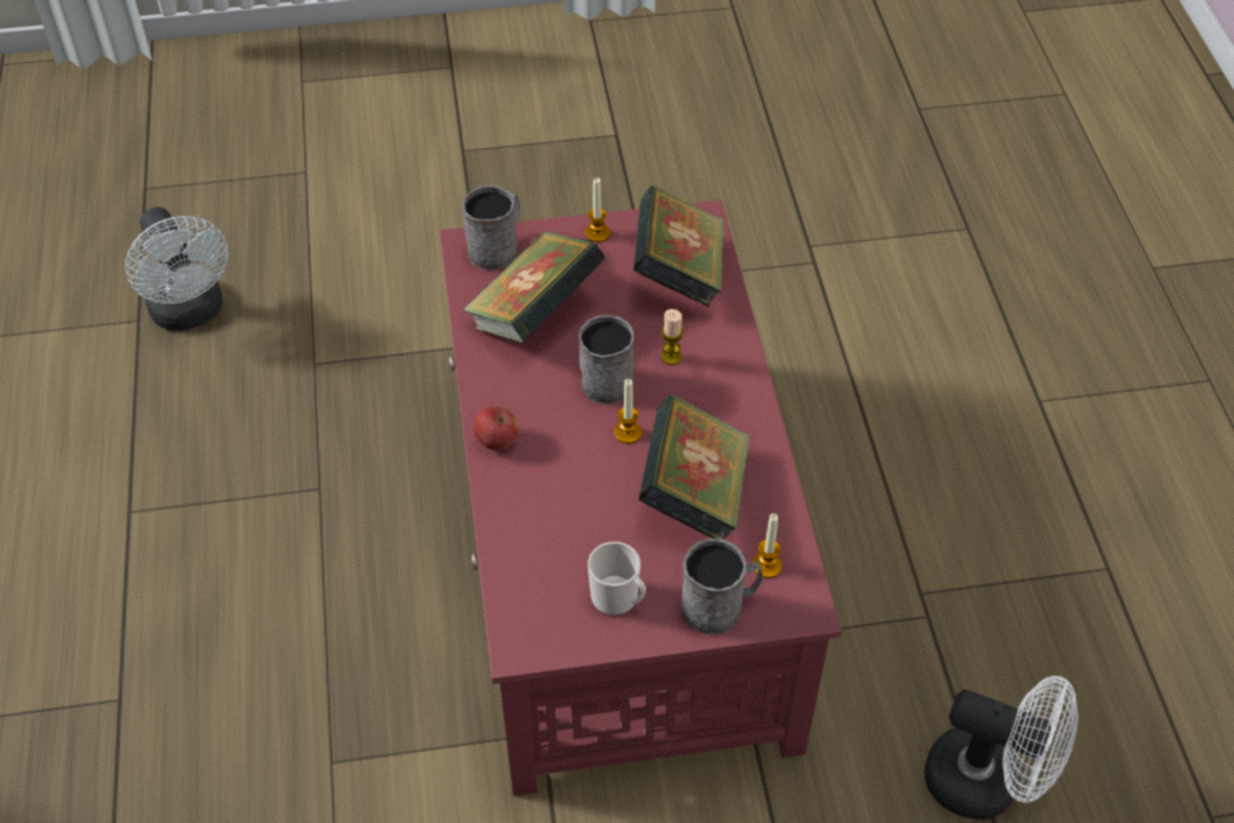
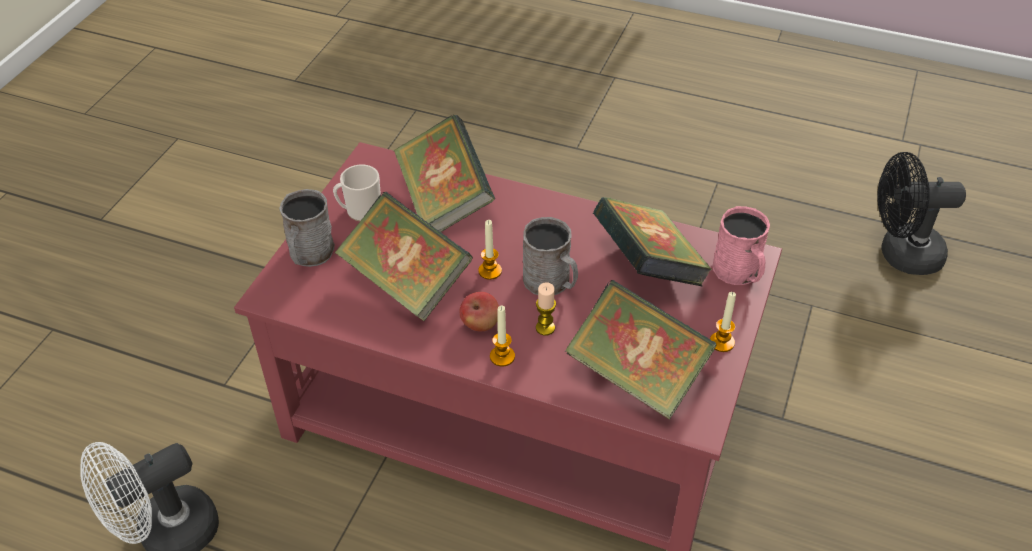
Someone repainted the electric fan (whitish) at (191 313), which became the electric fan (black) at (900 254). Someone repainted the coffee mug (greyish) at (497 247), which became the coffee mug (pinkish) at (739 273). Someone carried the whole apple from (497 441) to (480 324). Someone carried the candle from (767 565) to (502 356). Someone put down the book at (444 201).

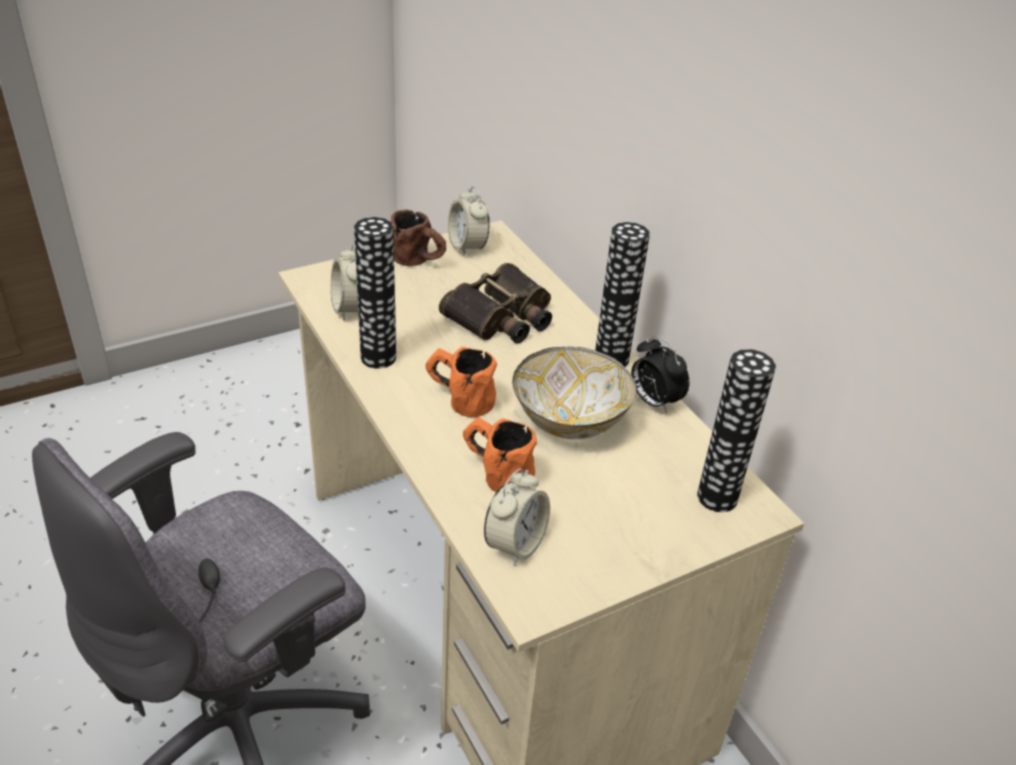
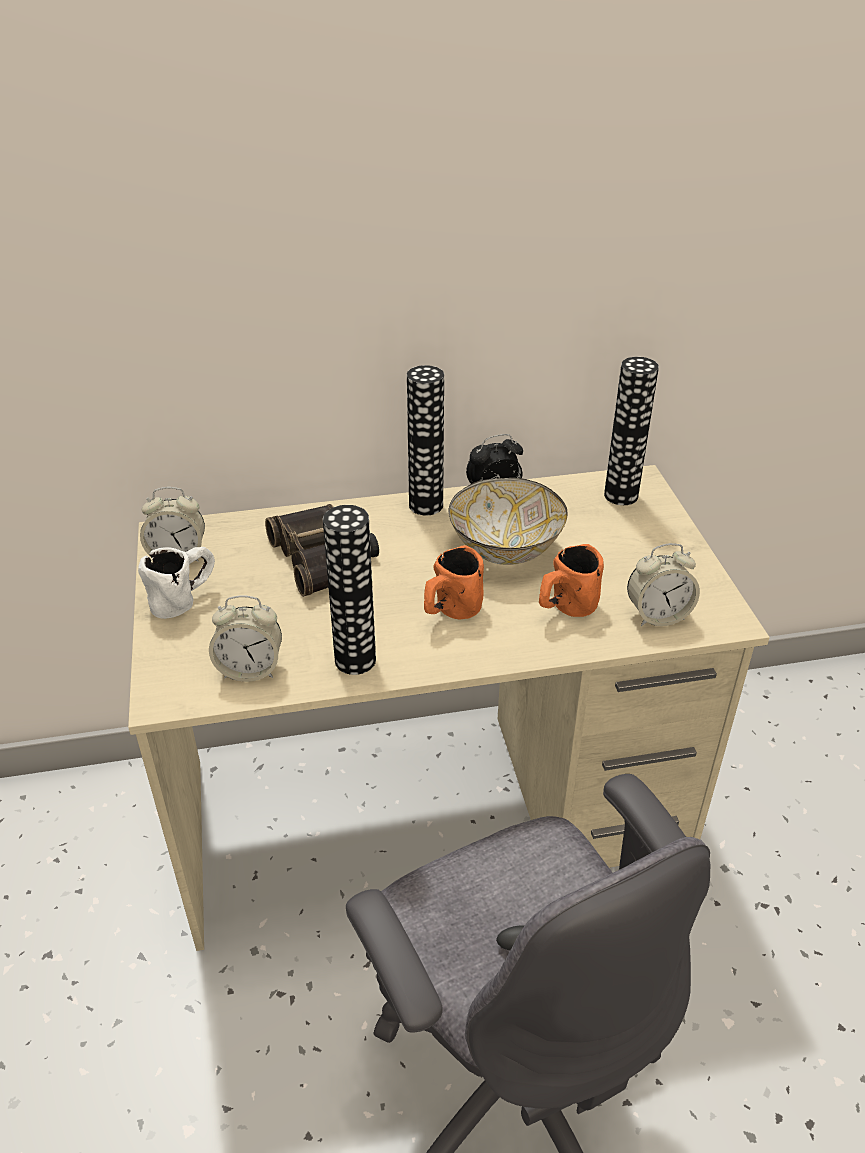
Someone repainted the coffee mug (brown) at (419 261), which became the coffee mug (whitish) at (185 598). Someone rotated the bedside clock at (515 544) by 120 degrees clockwise.

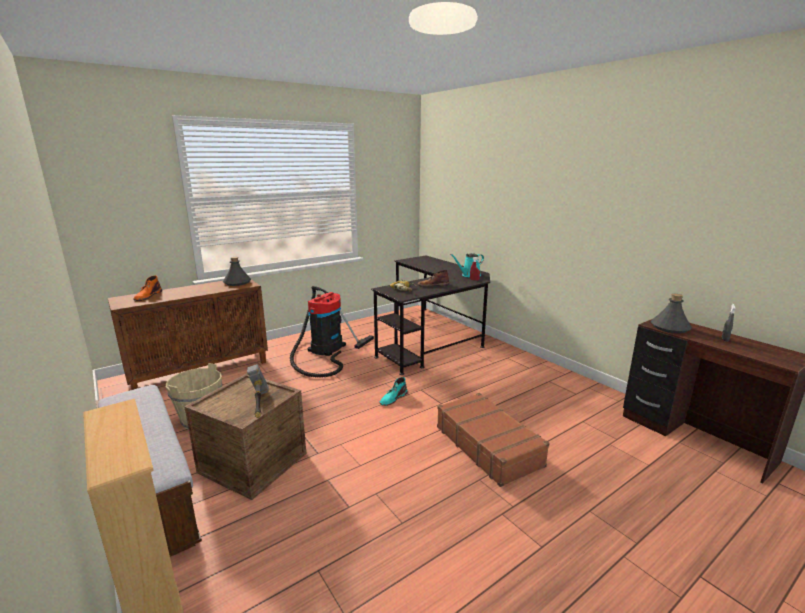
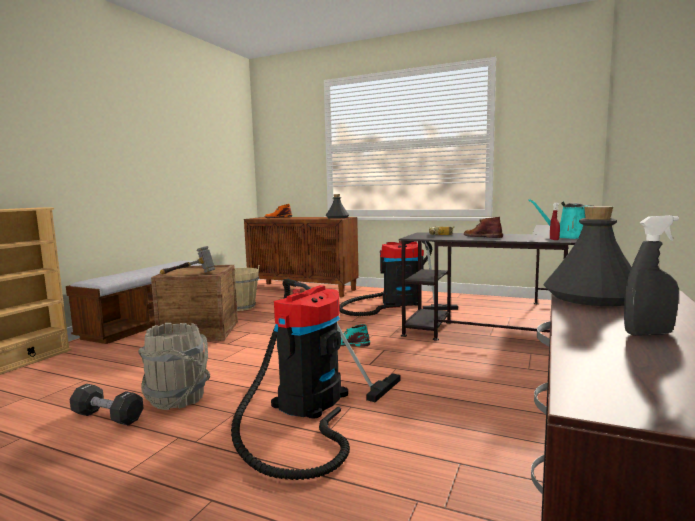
Someone swapped the travel case (brown) at (488 445) for the vacuum cleaner at (307 405). Someone put down the hand weight (black) at (108 417). Someone put down the pail (greyish) at (178 398).

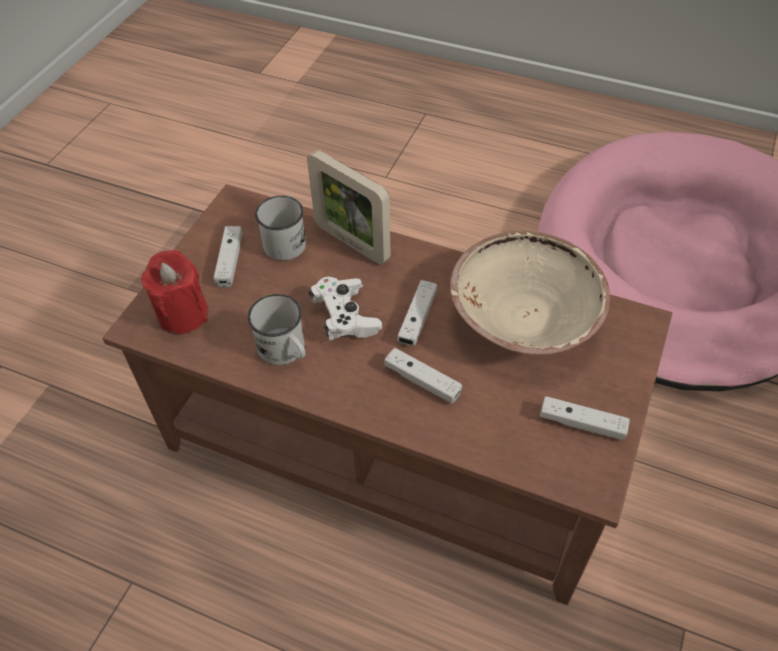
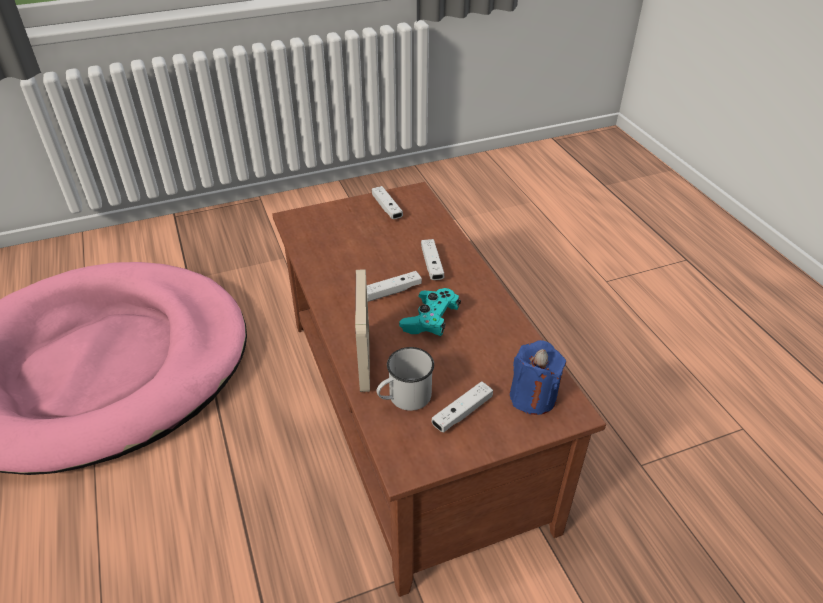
Someone repainted the candle (reddish) at (183 314), which became the candle (blue-coloured) at (533 397). Someone took away the coffee mug (whitish) at (286 351). Someone repainted the joypad (whitish) at (345 317), which became the joypad (turquoise) at (430 320). Someone took away the deep dish (beige) at (523 318).

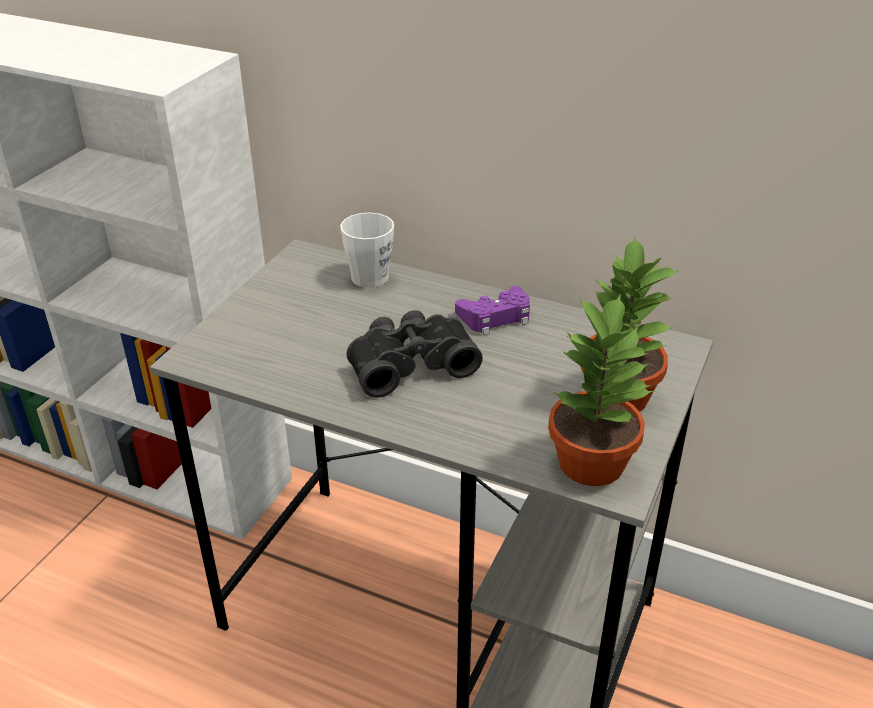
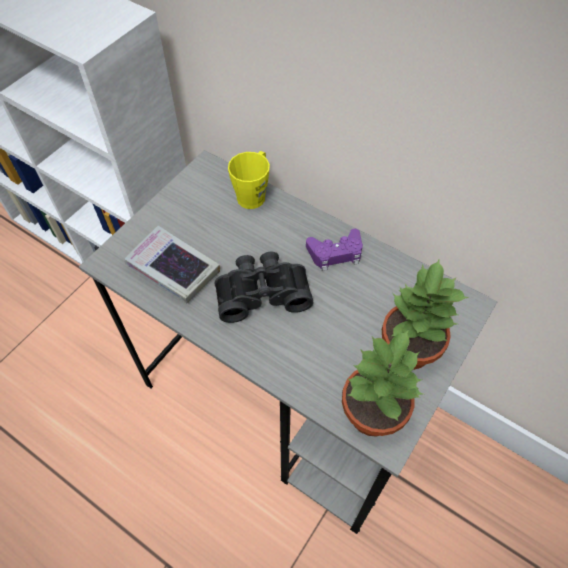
Someone repainted the coffee mug (whitish) at (372 273), which became the coffee mug (yellow) at (253 194). Someone put down the book at (173 269).

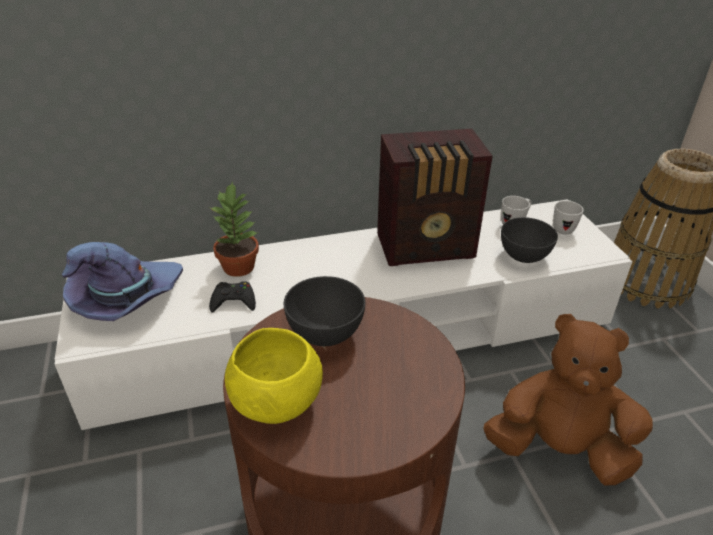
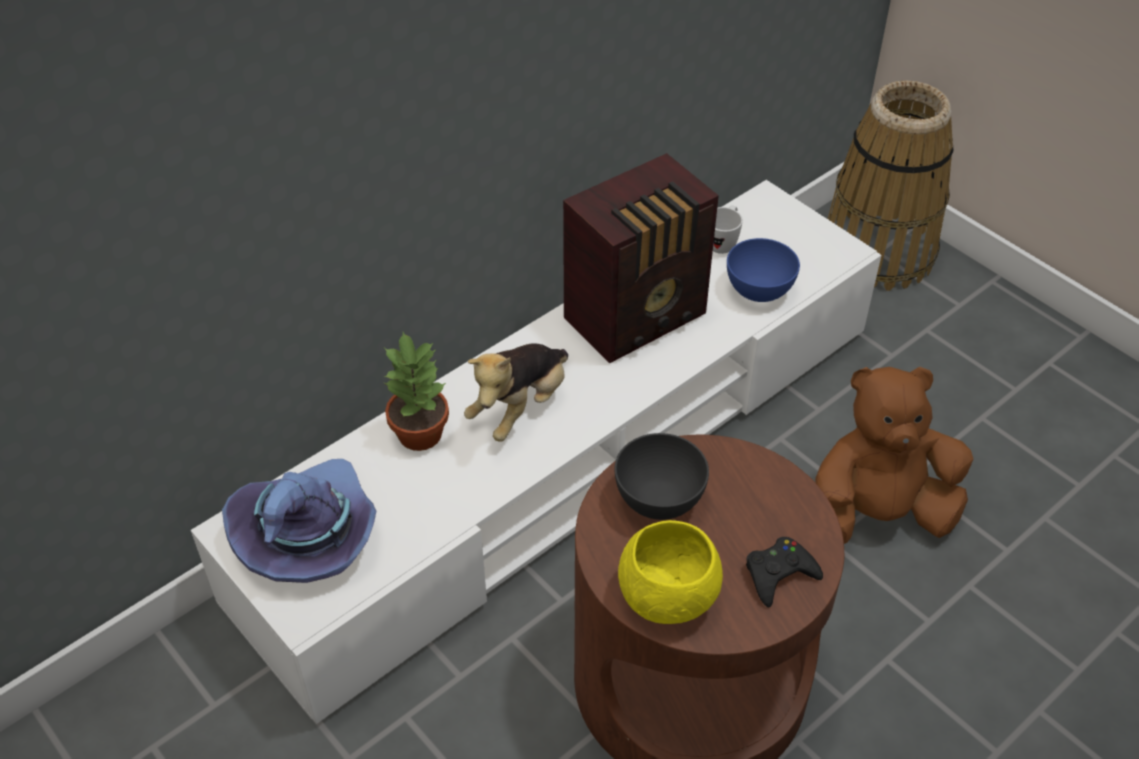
Someone carried the joypad (black) from (233 301) to (779 574). Someone repainted the deep dish (greyish) at (523 256), which became the deep dish (blue-coloured) at (758 291). Someone took away the coffee mug (whitish) at (563 228). Someone put down the soft toy at (520 407).

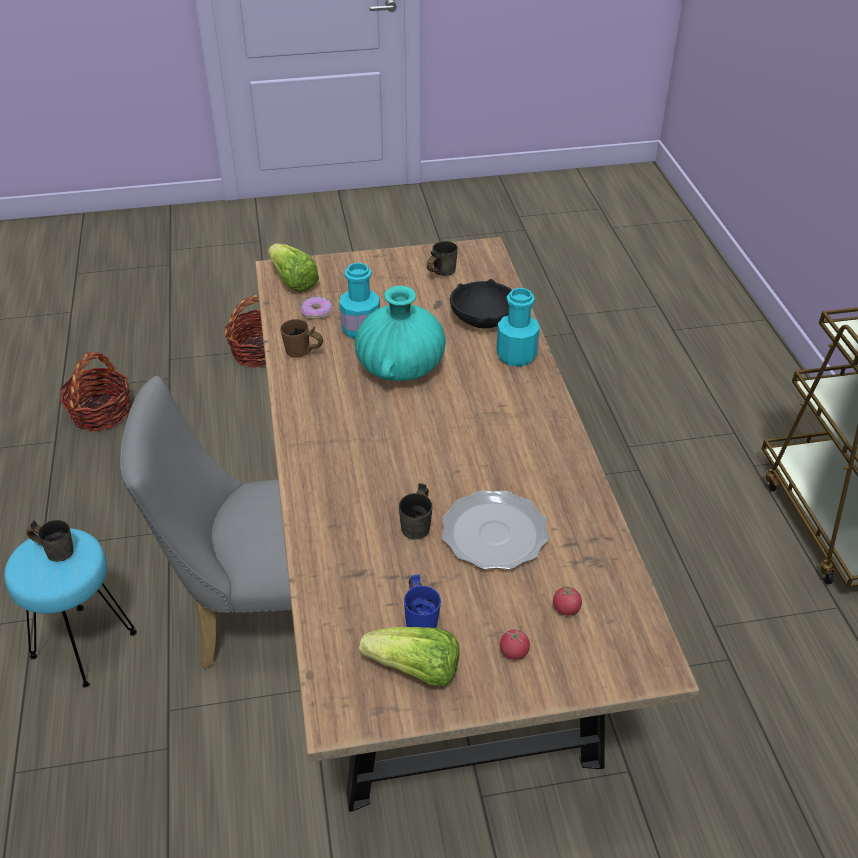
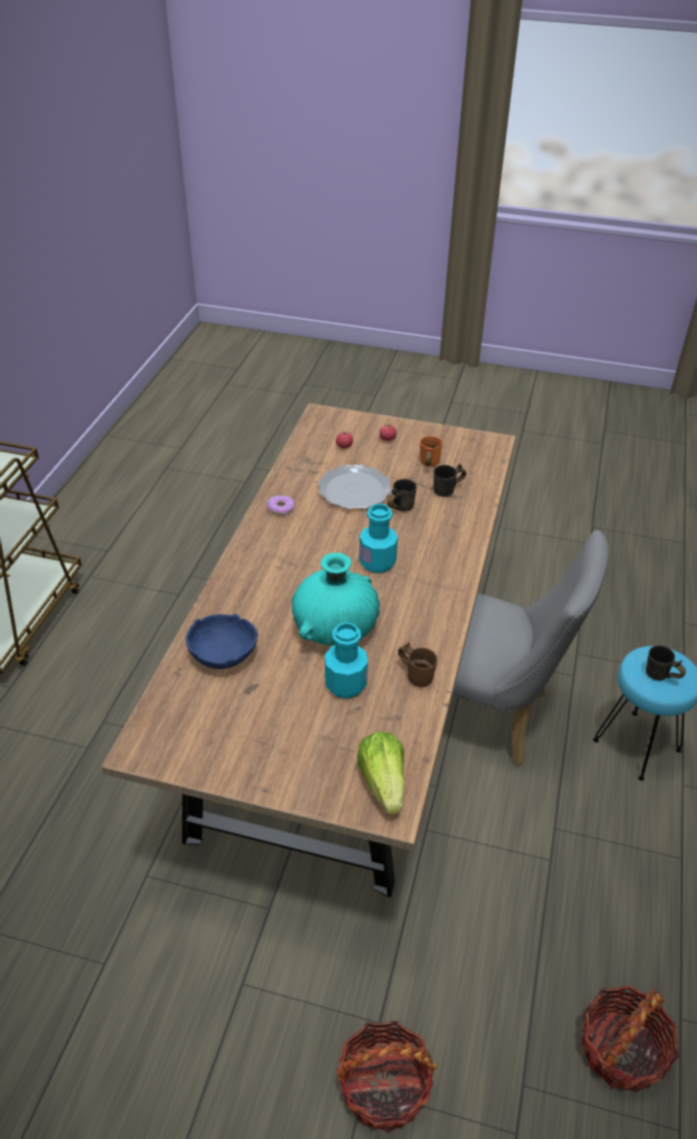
Someone carried the doughnut from (317 312) to (281 508). Someone took away the lettuce at (415 671). Someone repainted the coffee mug (blue-coloured) at (423 618), which became the coffee mug (orange) at (426 465). Someone carried the coffee mug (greyish) from (439 273) to (448 492). Someone repainted the deep dish (black) at (483 319), which became the deep dish (blue-coloured) at (222 654). Someone carried the beverage bottle (turquoise) from (516 355) to (377 562).

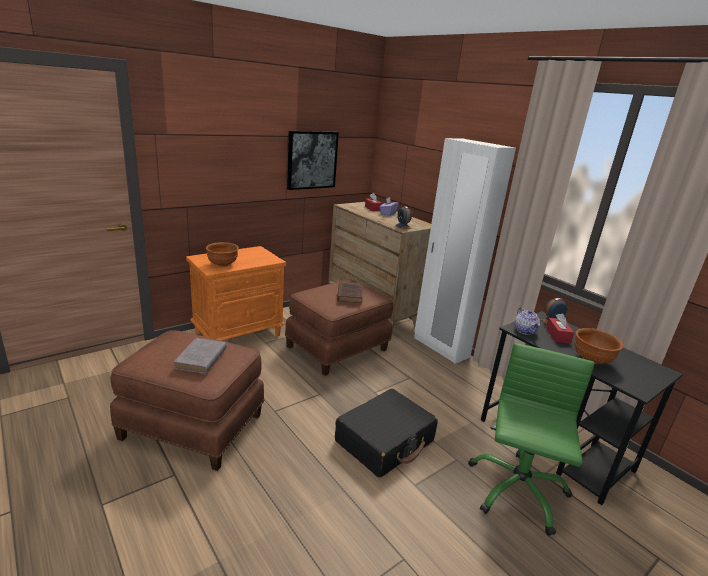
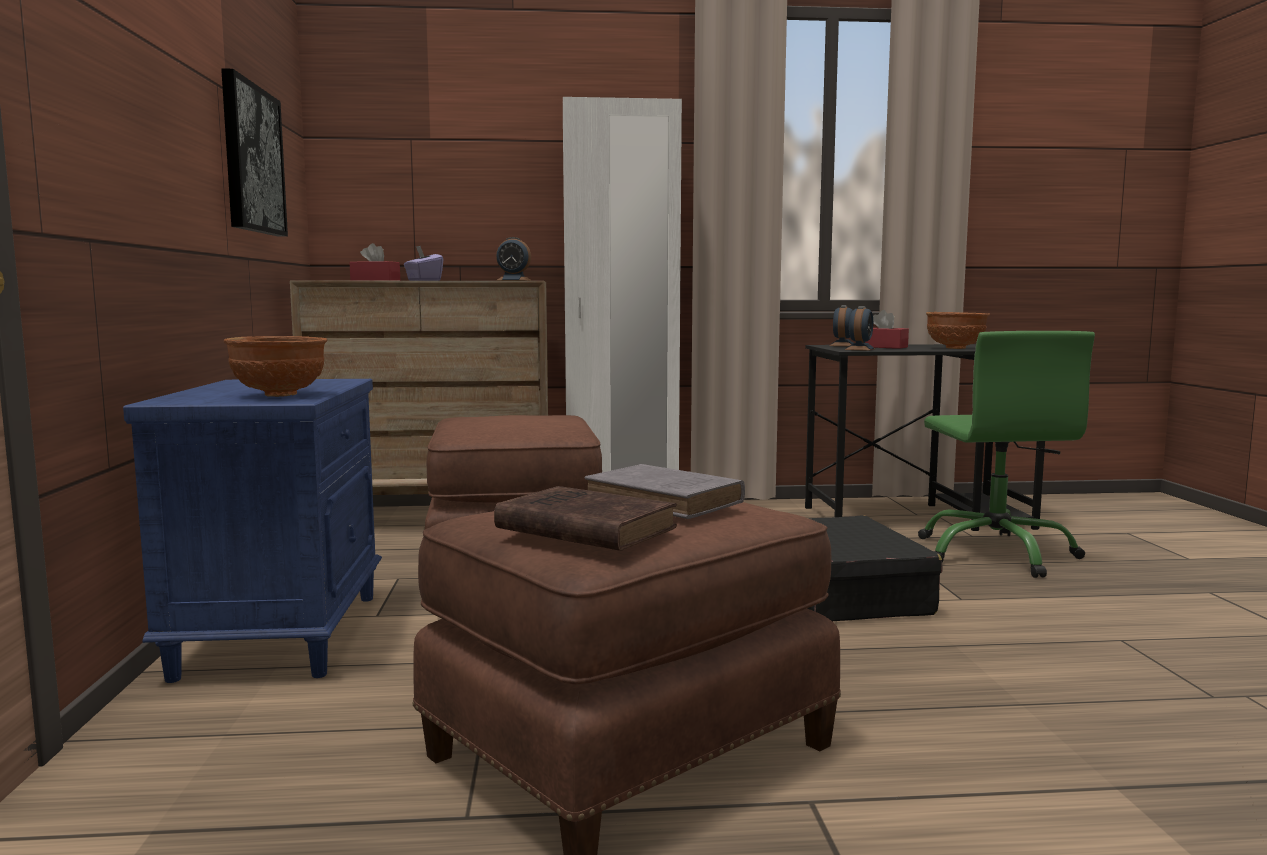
Someone repainted the nightstand (orange) at (239 333), which became the nightstand (blue-coloured) at (280 634). Someone carried the book (brown) from (349 294) to (582 528). Someone rotated the office chair (greenish) at (516 489) by 150 degrees counterclockwise. Someone swapped the pot for tea at (525 331) for the bedside clock at (860 349).

